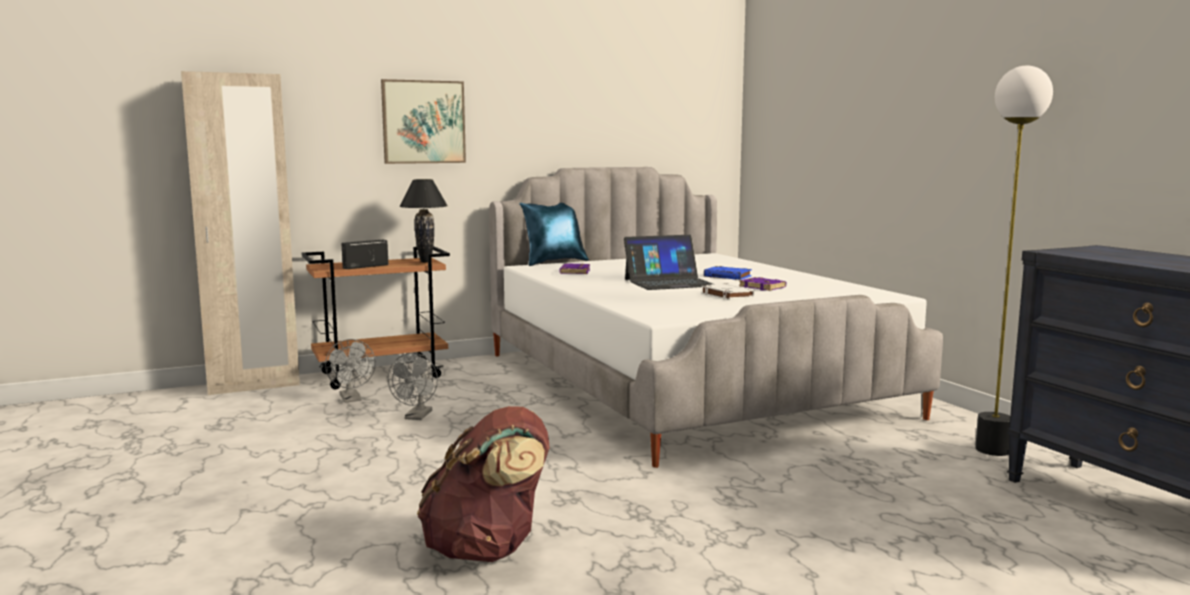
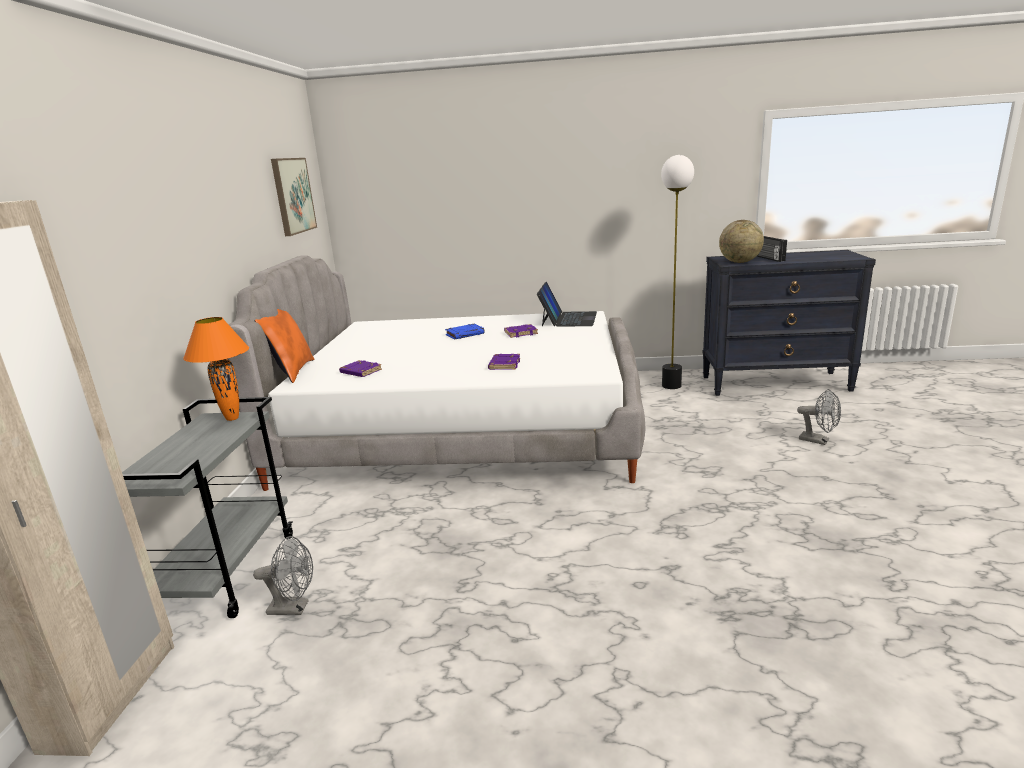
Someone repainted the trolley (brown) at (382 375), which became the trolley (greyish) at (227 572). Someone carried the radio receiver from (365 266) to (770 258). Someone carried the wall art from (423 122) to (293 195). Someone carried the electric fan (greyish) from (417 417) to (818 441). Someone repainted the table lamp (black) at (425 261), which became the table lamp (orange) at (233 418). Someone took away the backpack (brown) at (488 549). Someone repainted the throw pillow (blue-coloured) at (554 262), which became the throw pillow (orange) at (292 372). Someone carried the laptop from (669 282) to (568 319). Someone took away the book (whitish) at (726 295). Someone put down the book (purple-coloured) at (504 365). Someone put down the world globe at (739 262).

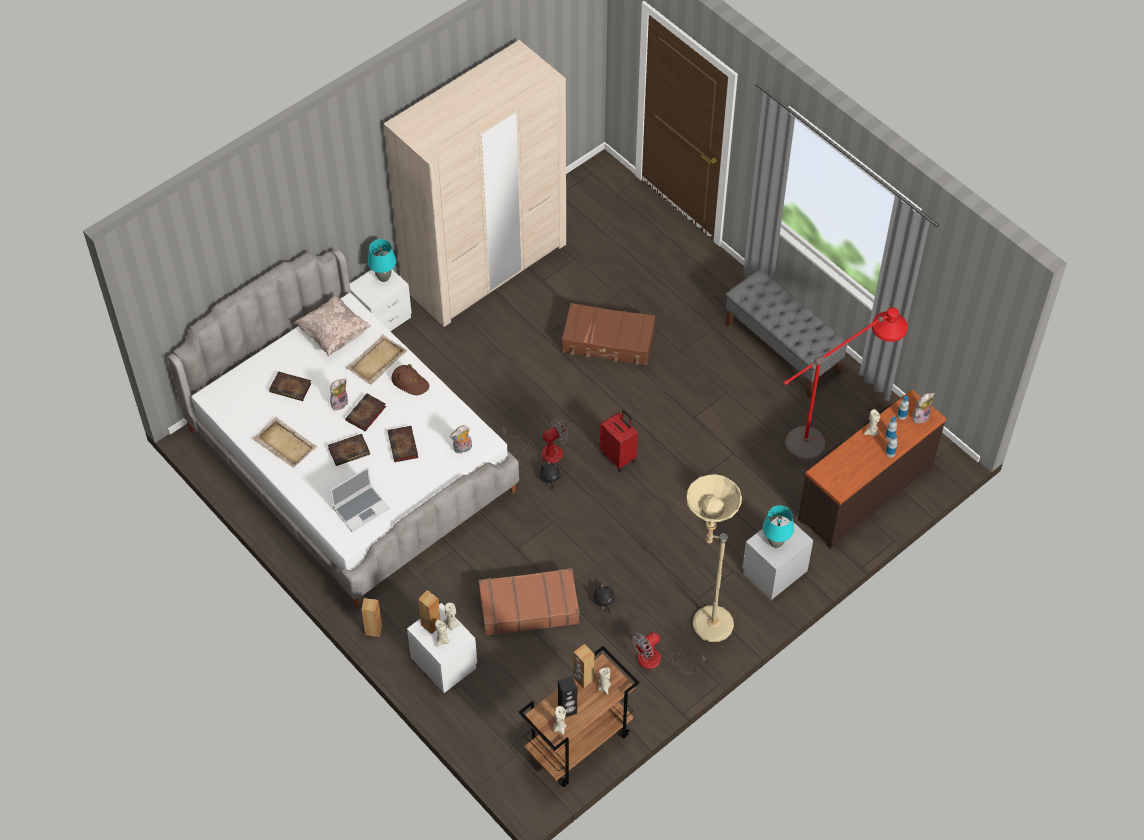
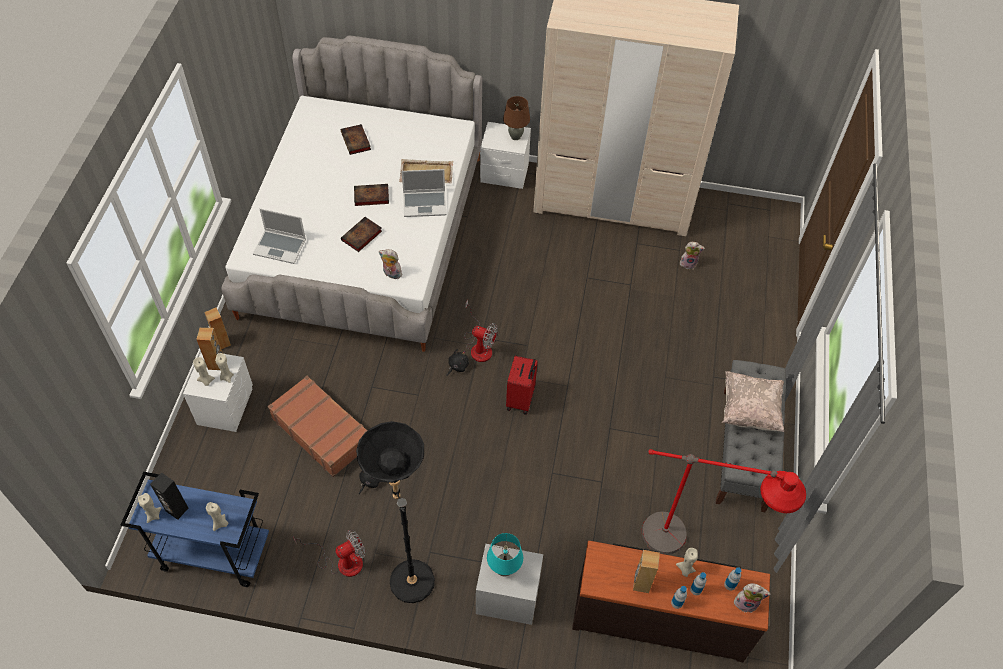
Someone took away the tray (beige) at (284 443). Someone carried the throw pillow (beige) from (334 334) to (749 410). Someone took away the book at (350 451). Someone carried the soft toy from (339 402) to (688 263). Someone repainted the table lamp (turquoise) at (383 278), which became the table lamp (brown) at (515 136). Someone swapped the clothing hat (brown) at (410 382) for the laptop at (425 204). Someone repainted the trolley (brown) at (578 744), which became the trolley (blue-coloured) at (213 554). Someone took away the travel case (brown) at (608 341). Someone carried the speaker (brown) from (583 679) to (641 583). Someone rotated the electric fan at (658 660) by 135 degrees clockwise. Someone repainted the standing lamp (beige) at (703 622), which became the standing lamp (black) at (408 573).

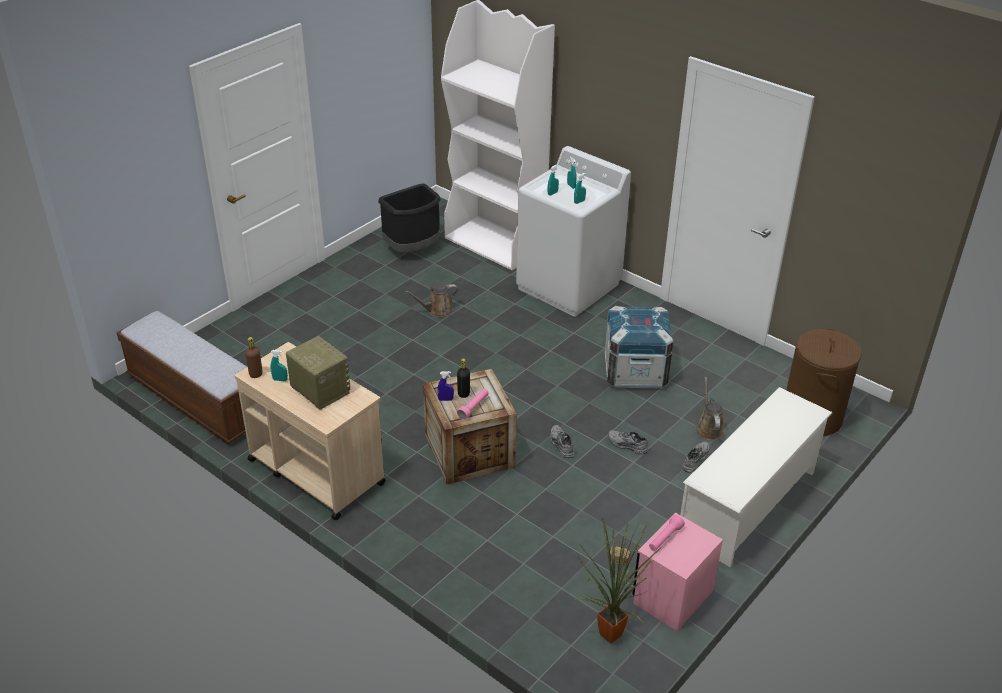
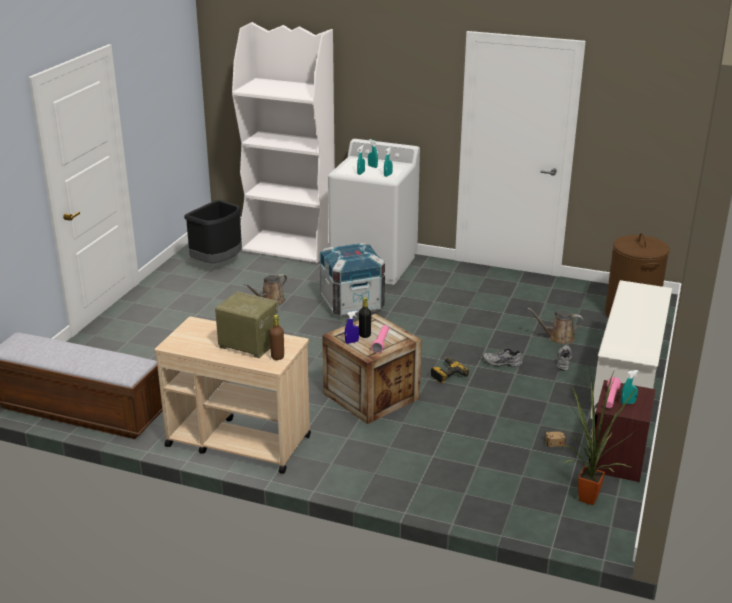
Someone carried the beverage bottle (brown) from (256 374) to (277 357). Someone carried the hand sprayer (turquoise) from (280 380) to (628 403). Someone swapped the low shoe (greyish) at (560 444) for the power drill at (446 374). Someone carried the packing crate from (635 372) to (352 304). Someone repainted the nightstand (pinkish) at (672 597), which became the nightstand (brown) at (617 459). Someone rotated the sprinkling can (brown) at (708 428) by 60 degrees counterclockwise.

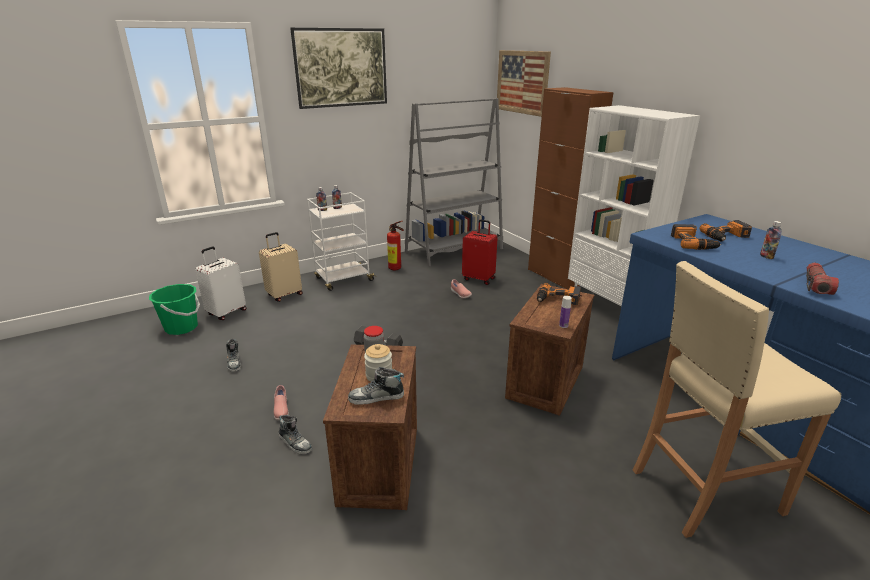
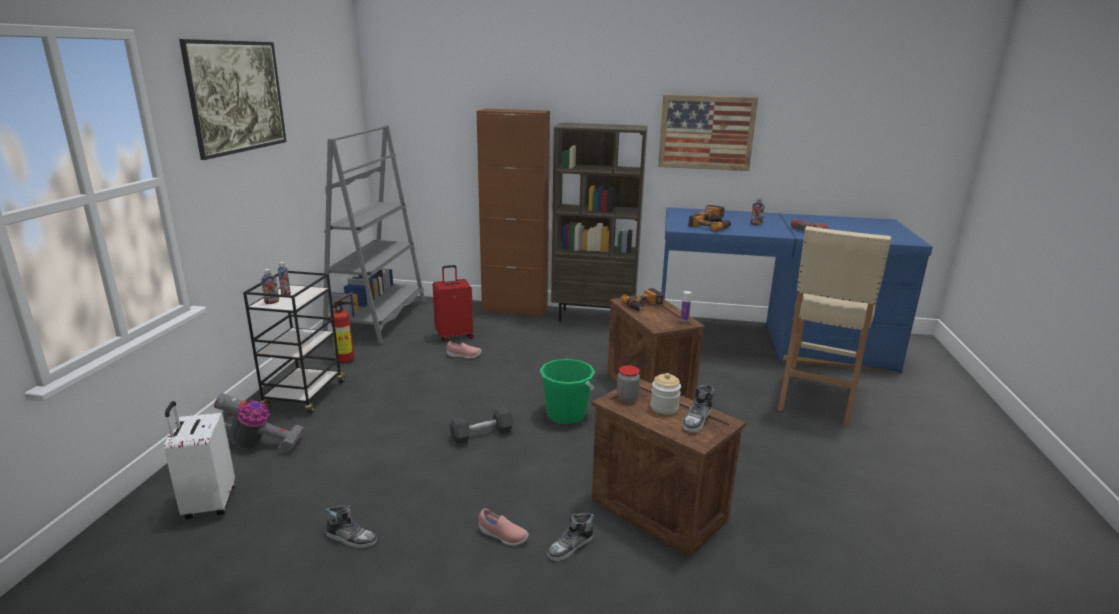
Someone carried the pail (greenish) from (181 327) to (566 414). Someone swapped the travel case (beige) at (284 295) for the vacuum cleaner at (256 445). Someone rotated the low shoe at (295 443) by 150 degrees clockwise. Someone repainted the trolley (whitish) at (343 279), which became the trolley (black) at (304 396). Someone carried the wall art from (522 82) to (706 132). Someone repainted the shelving unit (whitish) at (609 307), which became the shelving unit (brown) at (594 317).

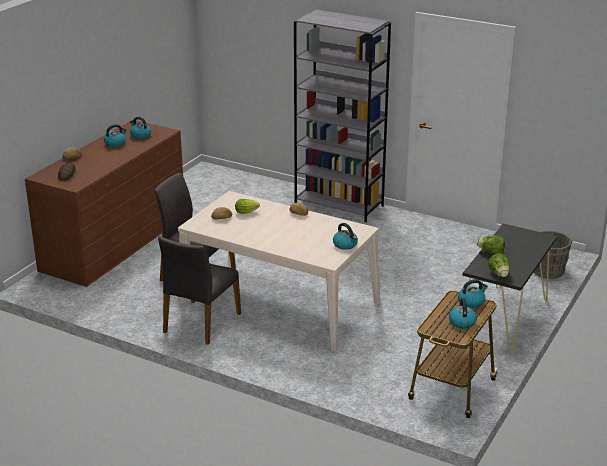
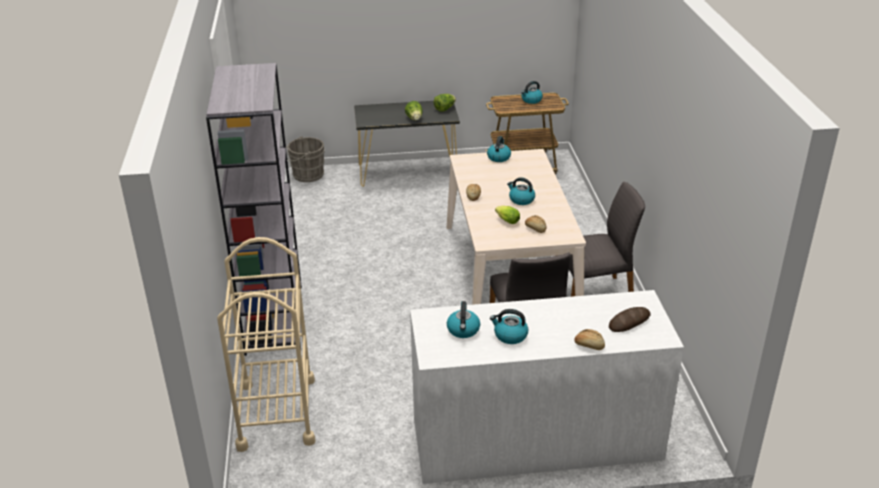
Someone repainted the dresser (brown) at (115 242), which became the dresser (whitish) at (535 439). Someone carried the water kettle from (471 302) to (521 200). Someone put down the trolley (beige) at (276 413).

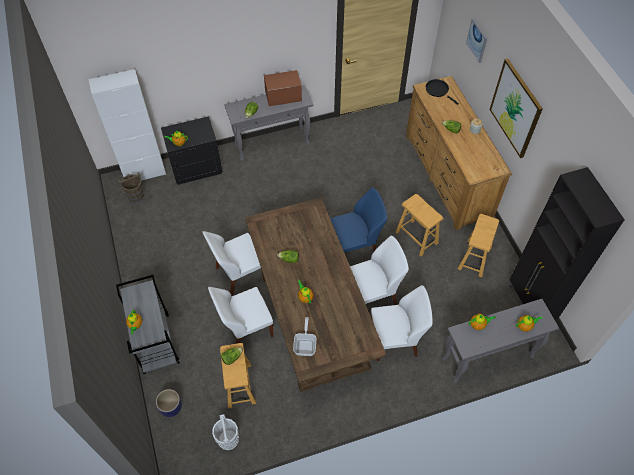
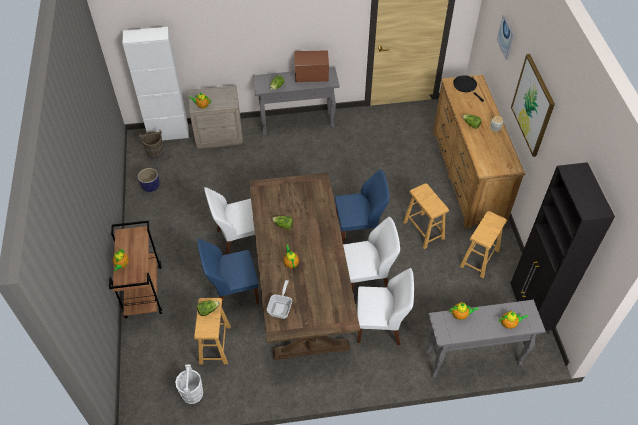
Someone repainted the trolley (greyish) at (155 342), which became the trolley (brown) at (143 291). Someone carried the flower pot from (171 407) to (150 186). Someone repainted the nightstand (black) at (196 167), which became the nightstand (beige) at (219 135). Someone repainted the upright chair (whitish) at (245 329), which became the upright chair (blue-coloured) at (233 292).

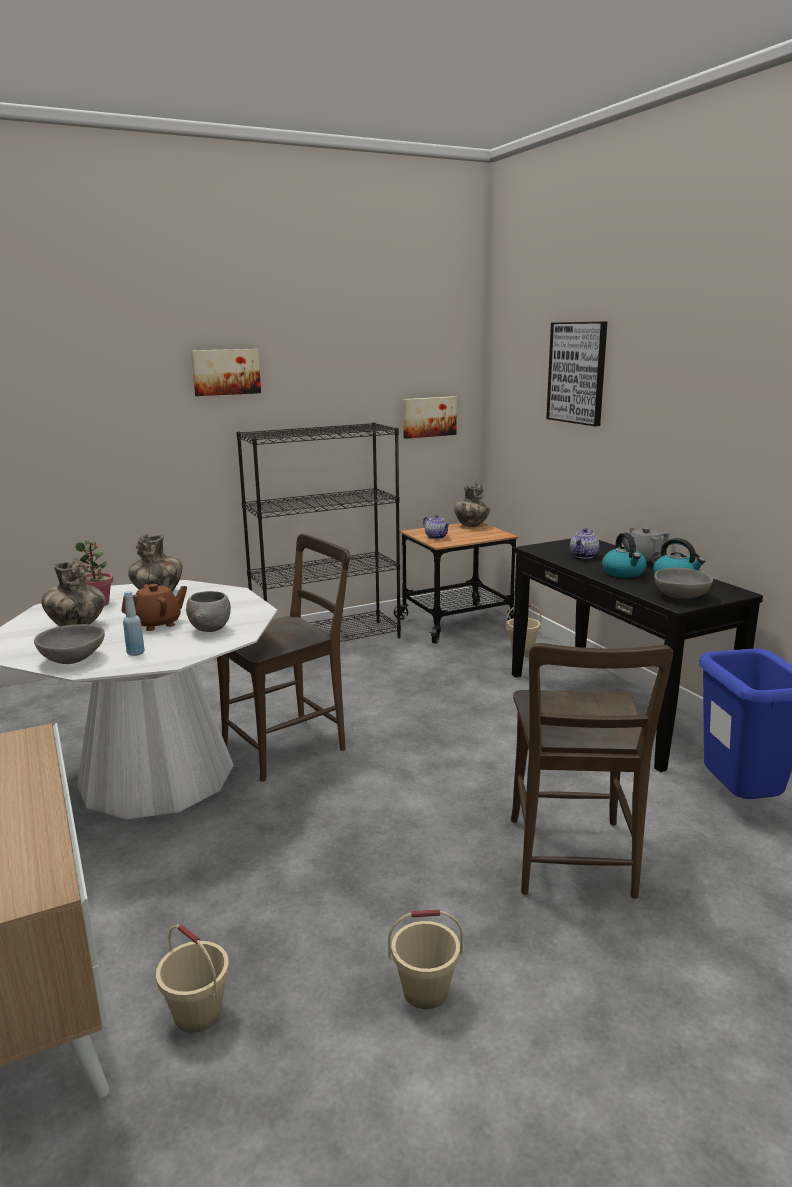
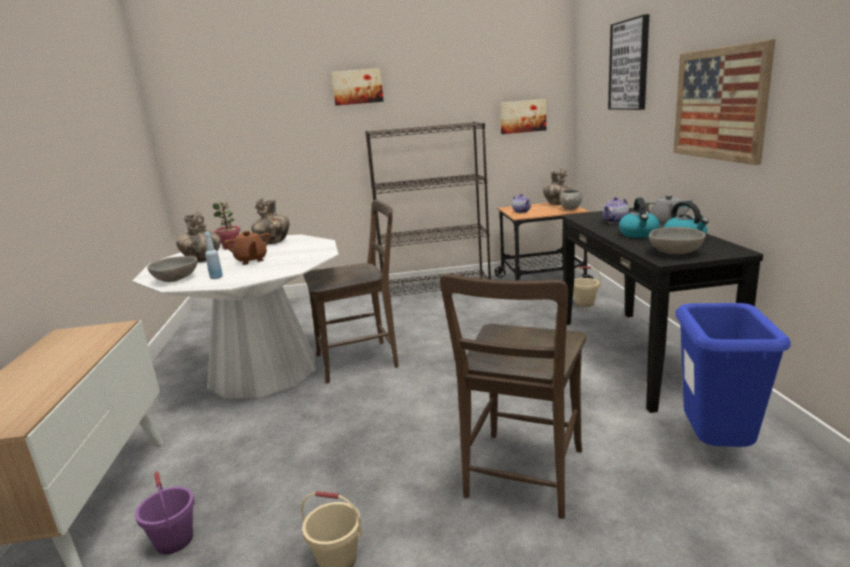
Someone rotated the pot for tea (brown) at (158 624) by 75 degrees clockwise. Someone repainted the pail (beige) at (197 1013), which became the pail (purple-coloured) at (174 540). Someone carried the deep dish (greyish) from (210 630) to (570 209). Someone put up the wall art at (719 104).

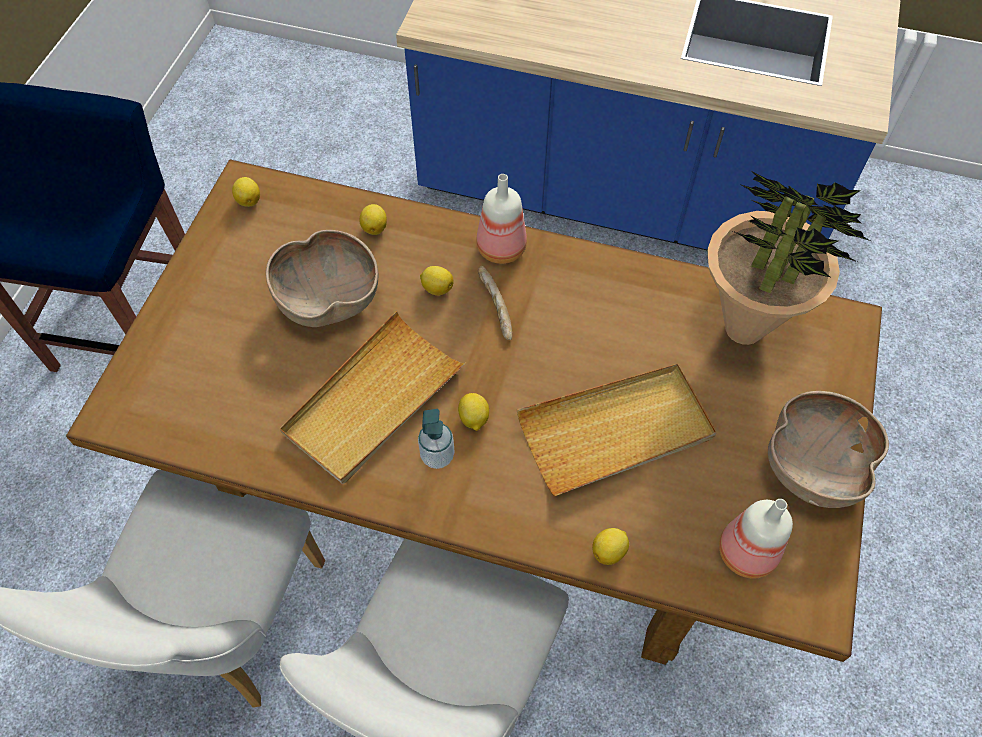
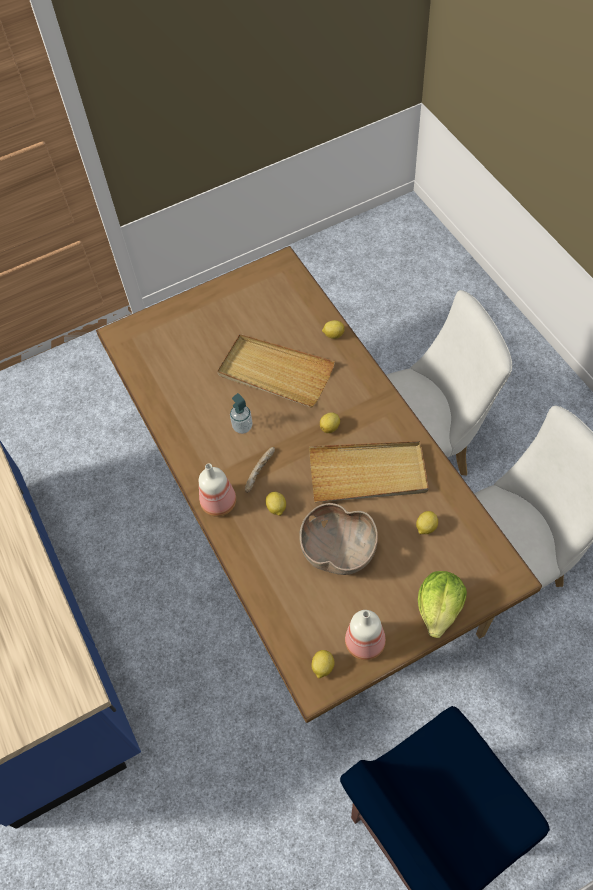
Someone carried the whole lemon from (375 227) to (425 527). Someone carried the soap bottle from (437 456) to (242 426). Someone took away the houseplant at (744 329). Someone carried the beverage bottle from (745 554) to (366 642). Someone took away the deep dish (brown) at (812 466). Someone put down the lettuce at (439 608).

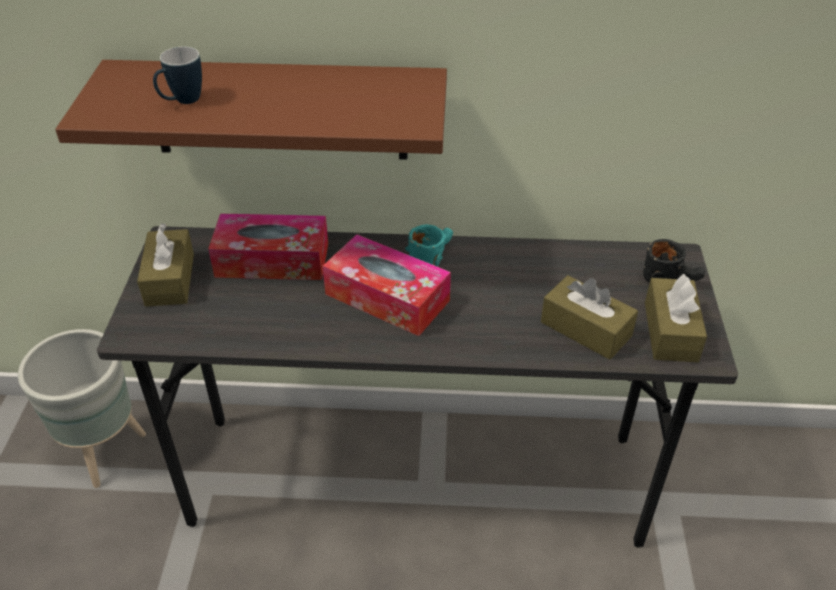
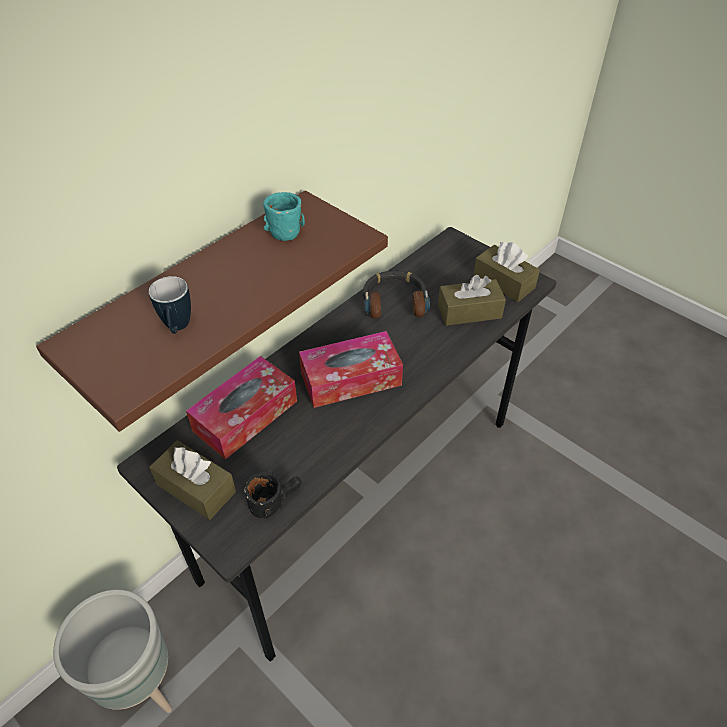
Someone carried the coffee mug (turquoise) from (430 257) to (282 227). Someone carried the coffee mug (black) from (670 279) to (275 500). Someone put down the pair of headphones at (395 301).

